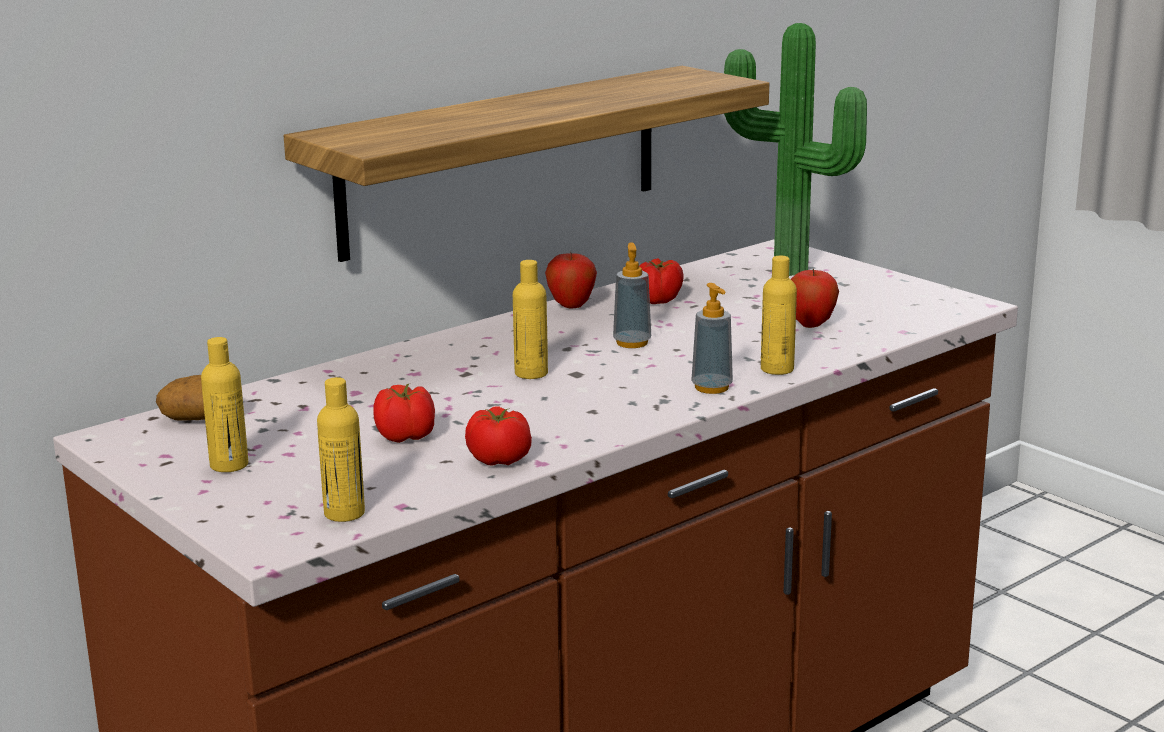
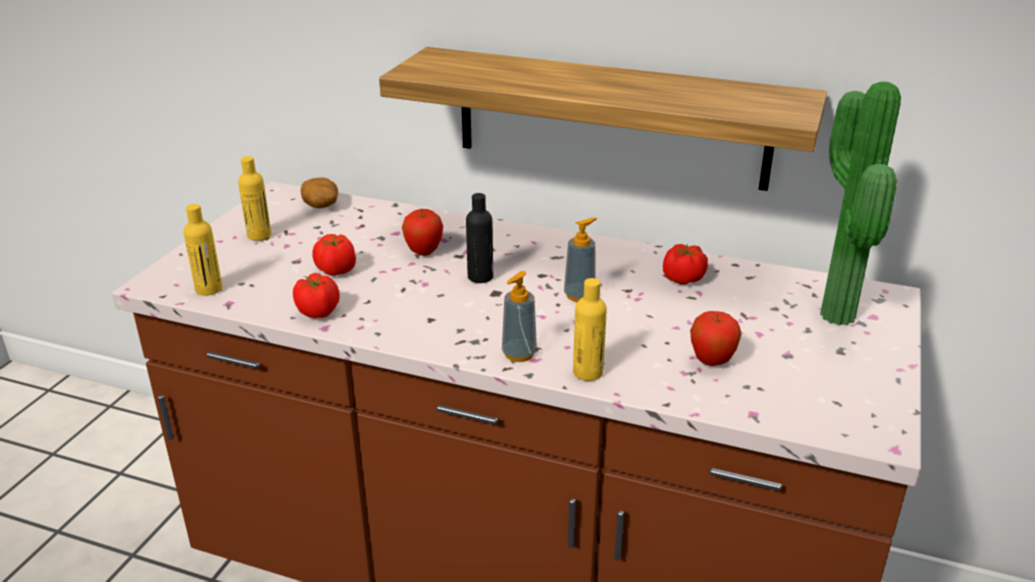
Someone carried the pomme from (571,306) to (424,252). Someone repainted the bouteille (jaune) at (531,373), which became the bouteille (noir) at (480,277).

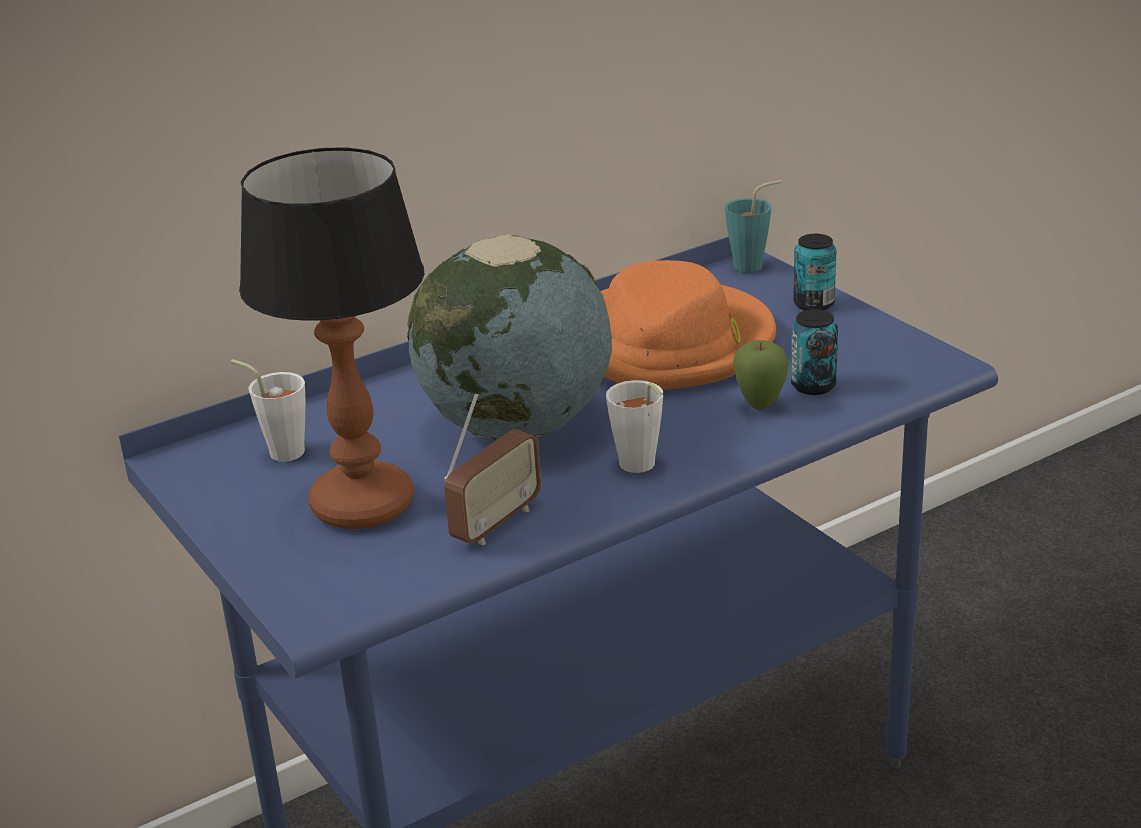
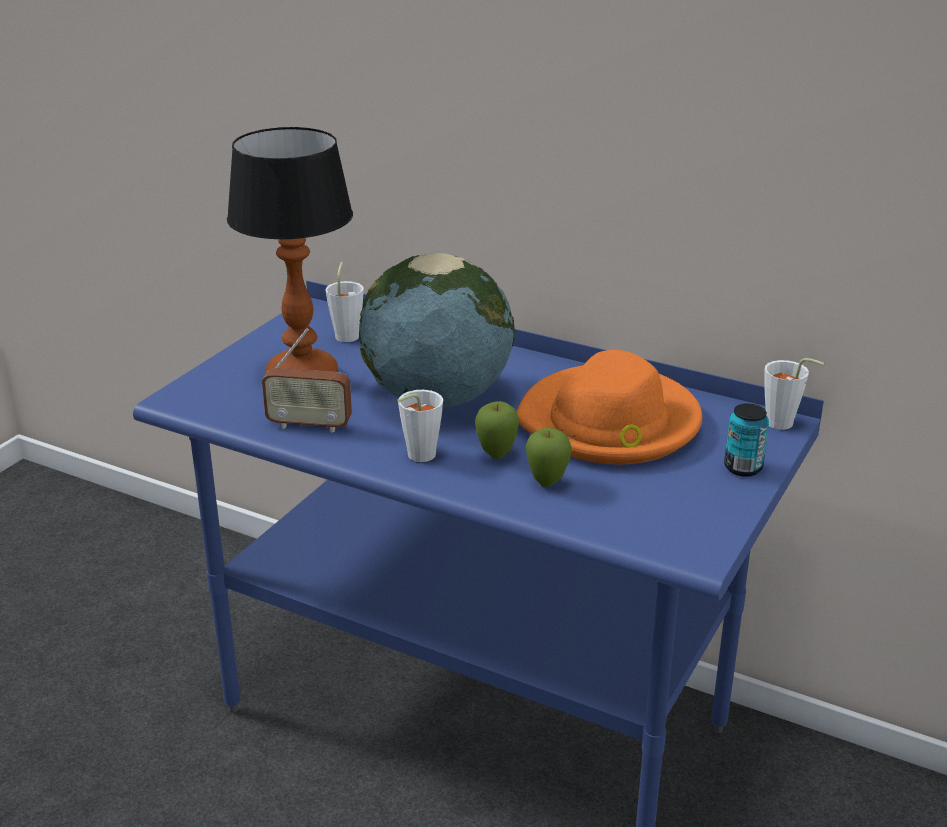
Someone repainted the tasse (turquoise) at (754,265), which became the tasse (blanc) at (785,425). Someone took away the boîte métallique at (813,386). Someone put down the pomme at (496,455).

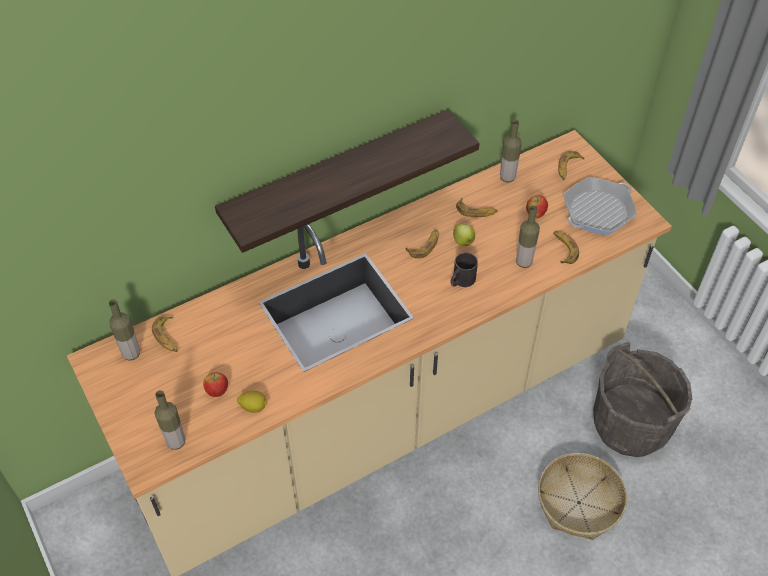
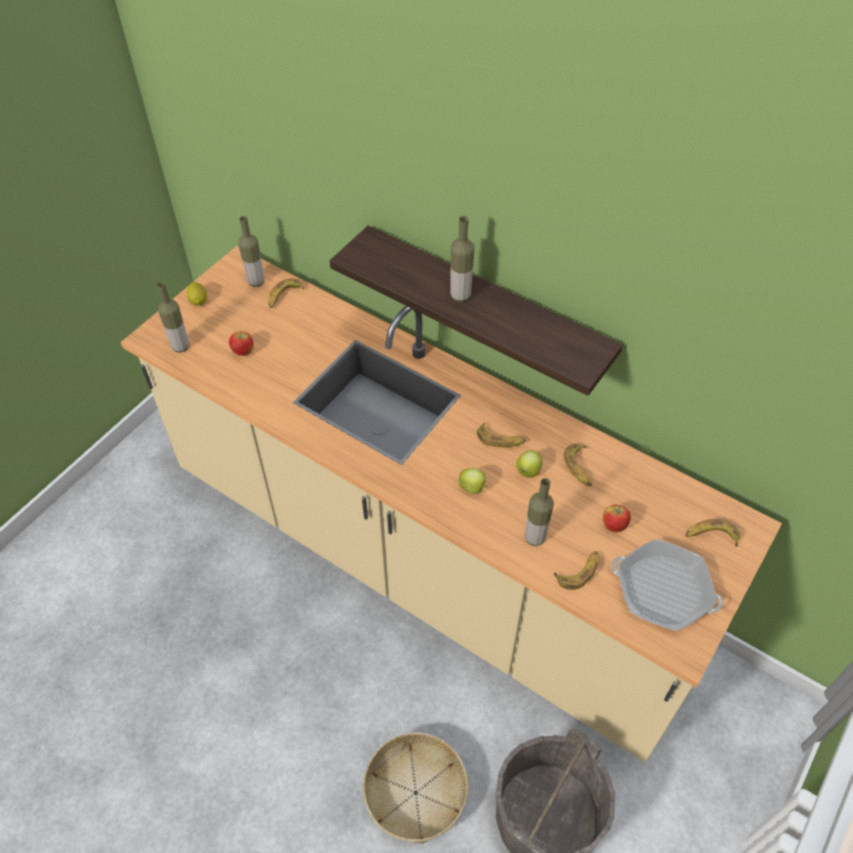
Someone carried the bouteille from (507,177) to (460,296). Someone swapped the mug (noir) at (461,281) for the pomme at (473,488). Someone carried the citron from (253,406) to (199,301).

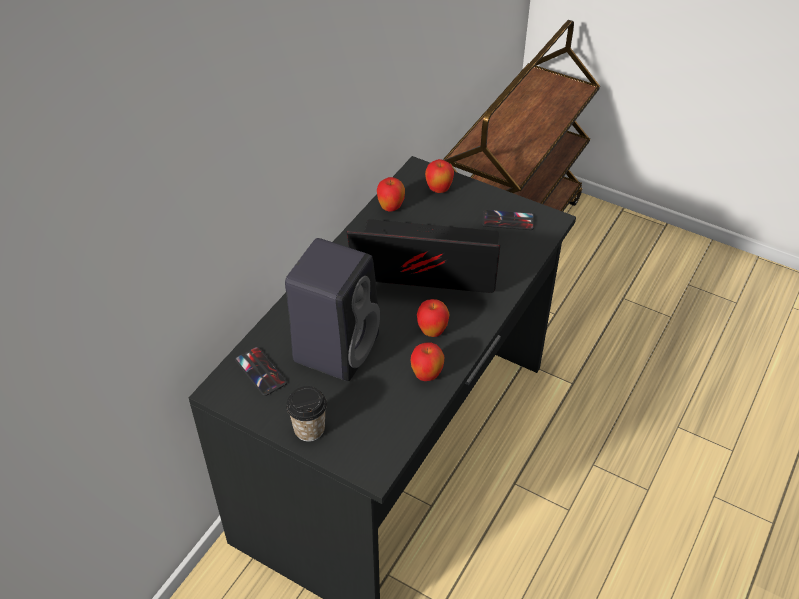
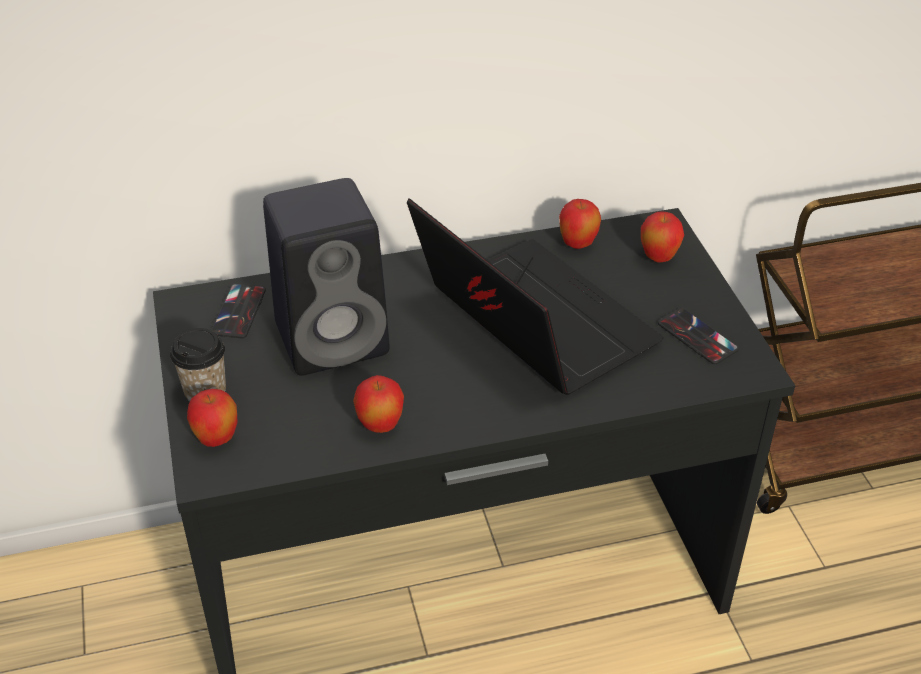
Someone carried the pomme from (432,331) to (217,439).

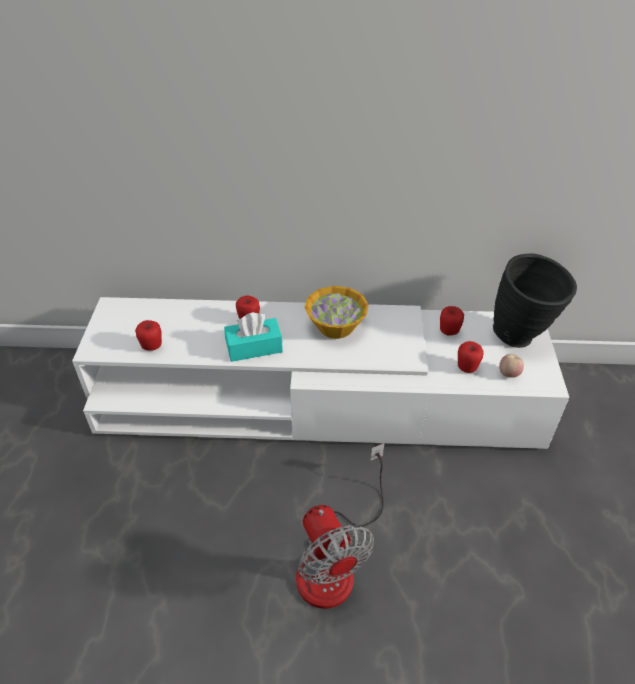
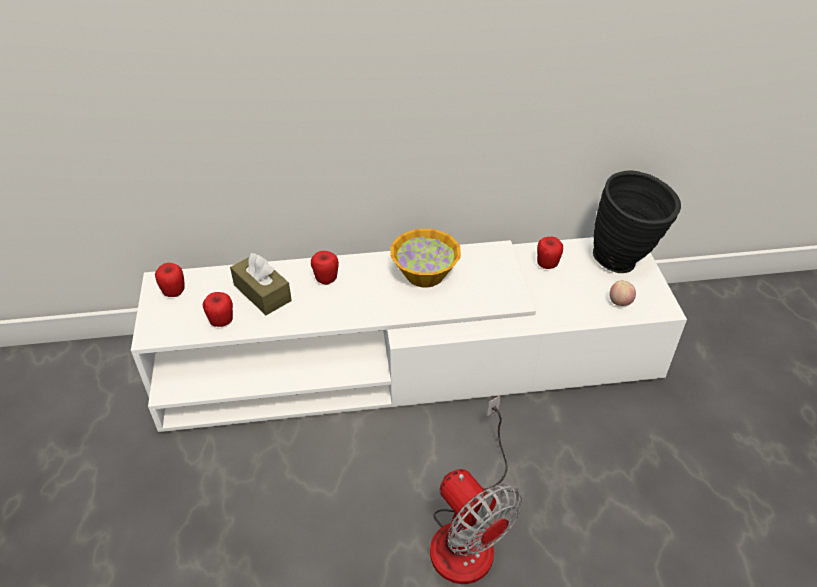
Someone took away the boîte à mouchoirs (turquoise) at (254,347). Someone carried the pomme from (466,368) to (174,292). Someone put down the boîte à mouchoirs (marron) at (262,293).

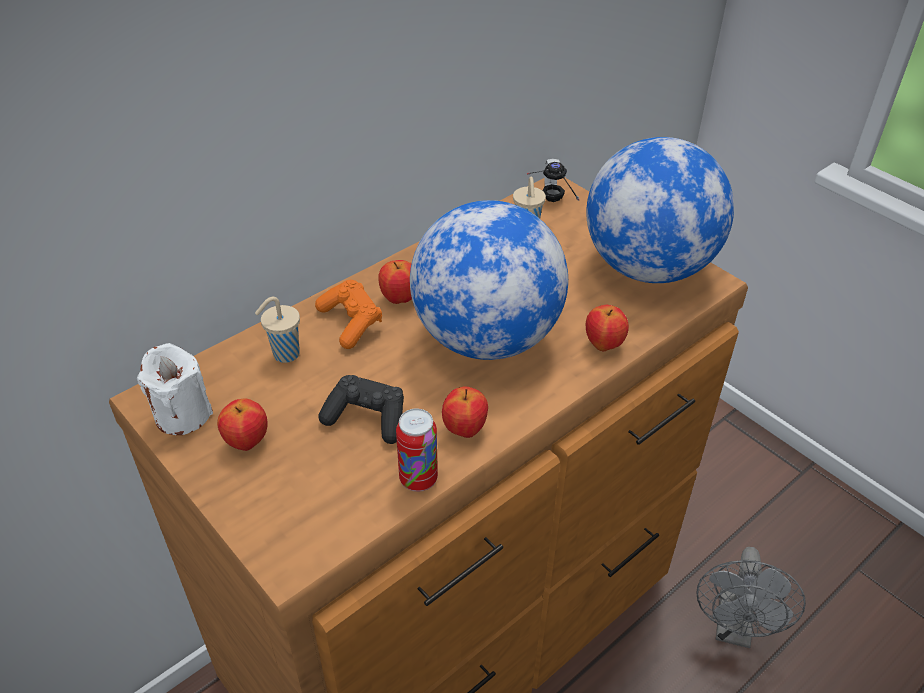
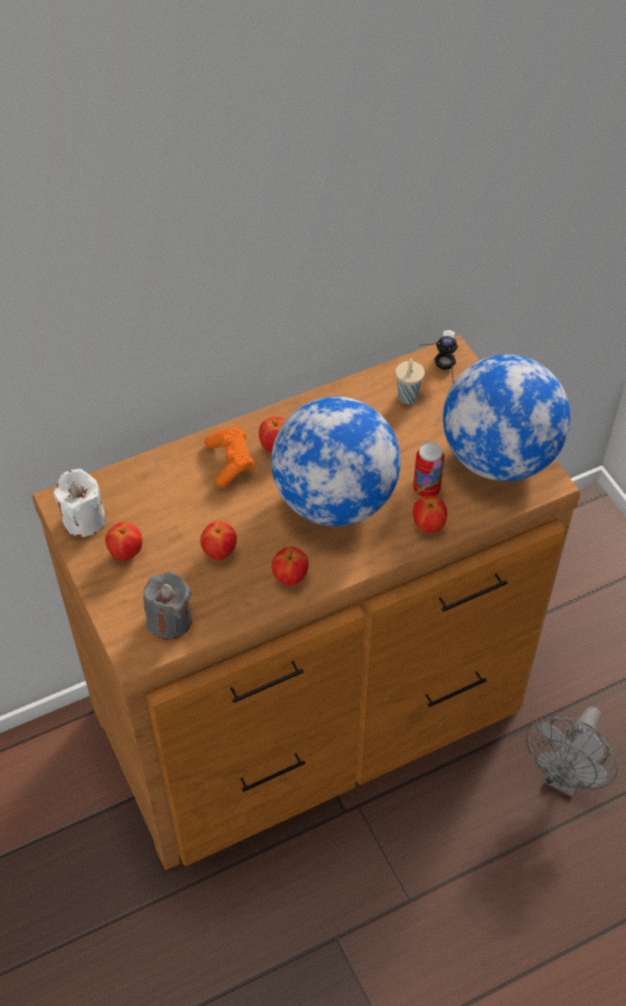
Someone took away the tasse (beige) at (284,355). Someone swapped the manette (noir) at (367,418) for the pomme at (219,552). Someone carried the boîte métallique from (418,479) to (426,489). Someone put down the bougie (gris) at (169,620).

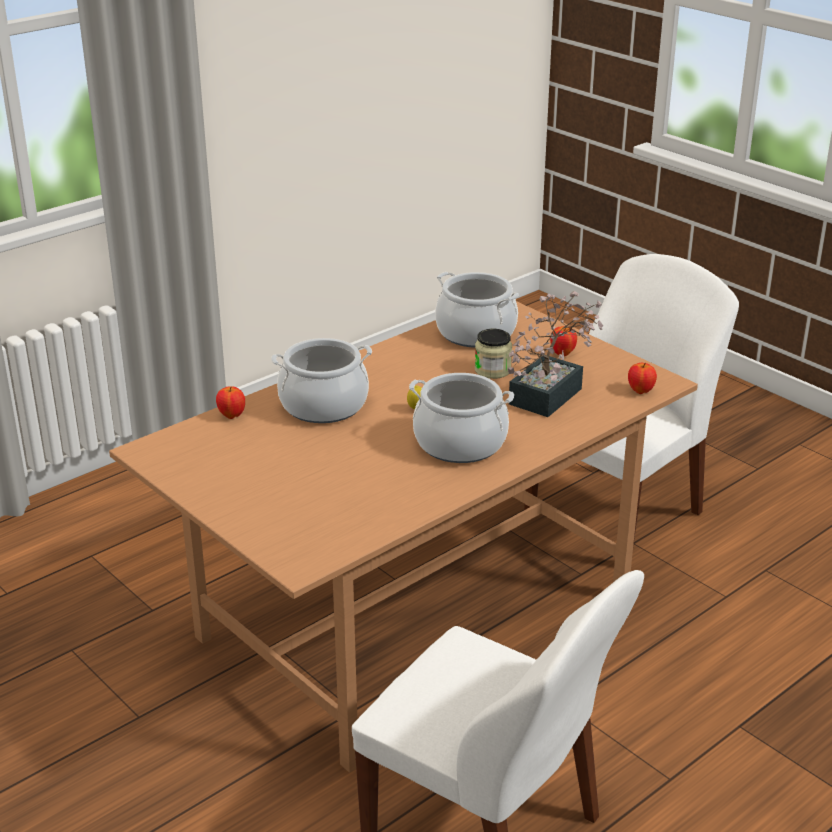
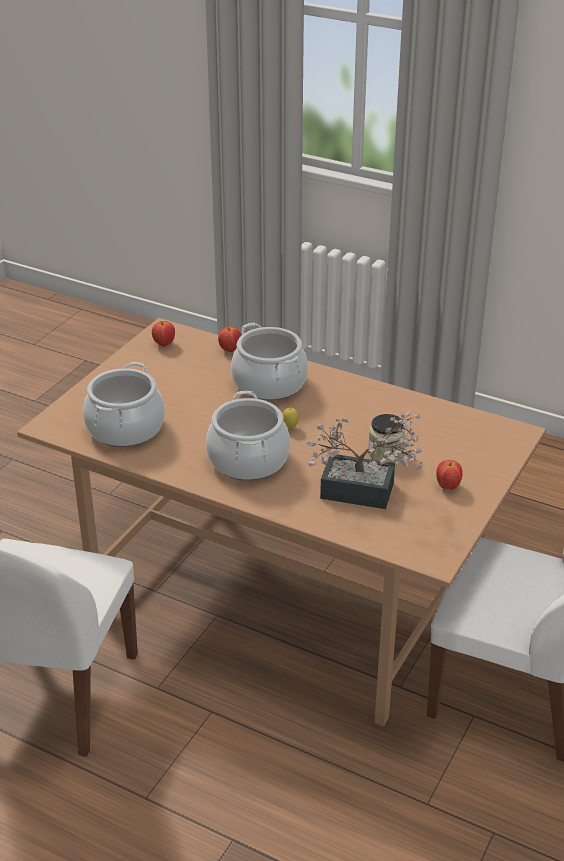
Someone carried the marmite from (476,333) to (125,428). Someone carried the pomme from (640,391) to (164,344).

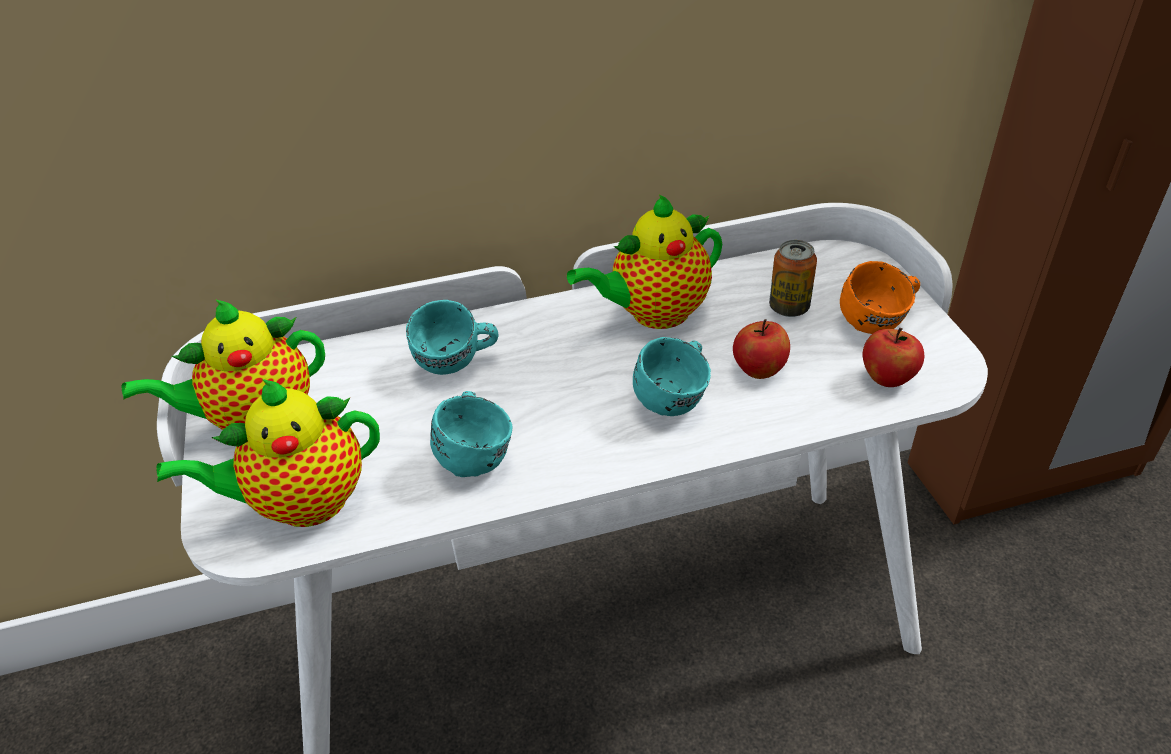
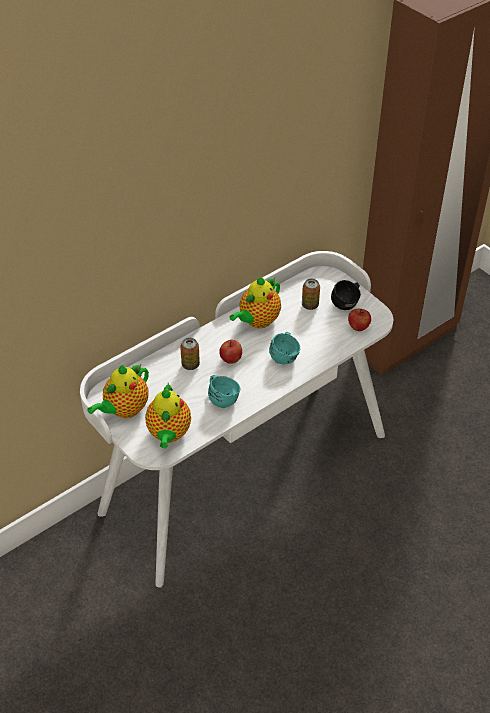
Someone repainted the mug (orange) at (880,323), which became the mug (noir) at (347,304). Someone swapped the mug (turquoise) at (457,365) for the boîte métallique at (190,365). Someone carried the pomme from (758,370) to (230,359). Someone rotated the théière at (302,503) by 45 degrees counterclockwise.

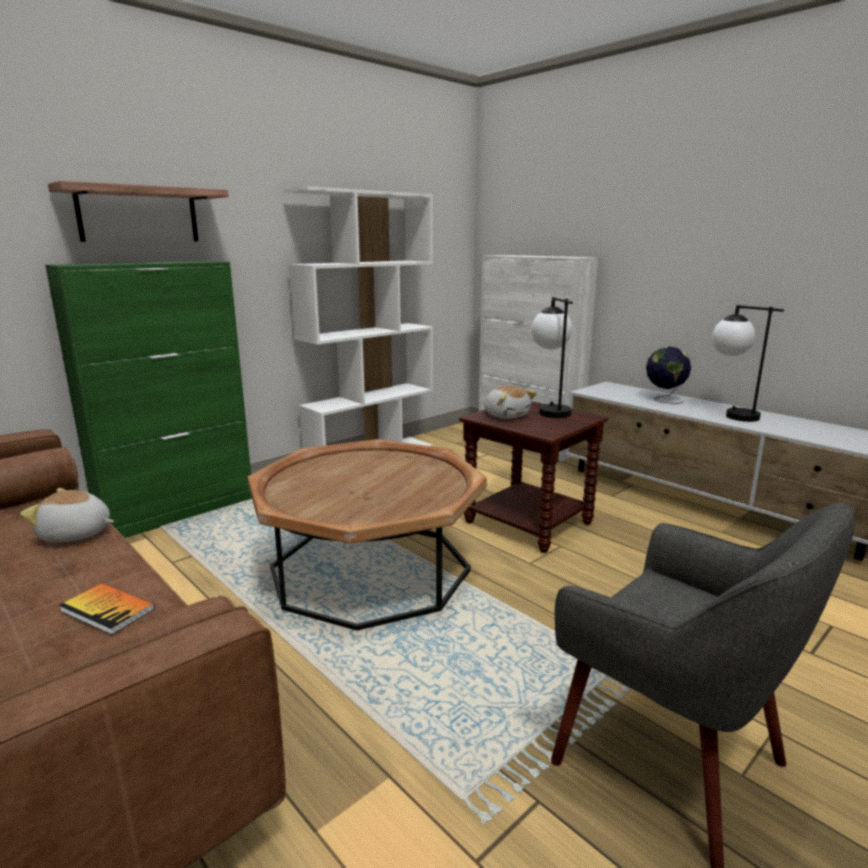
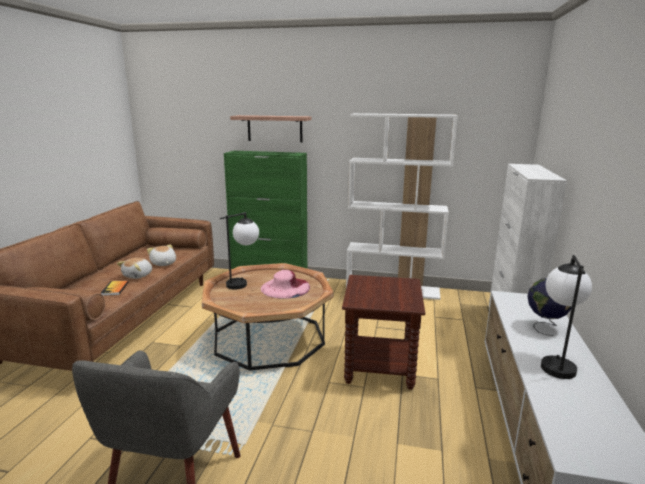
Someone carried the lampe de table from (549,410) to (243,282). Someone carried the peluche from (506,415) to (138,275). Someone put down the chapeau (rose) at (285,287).

